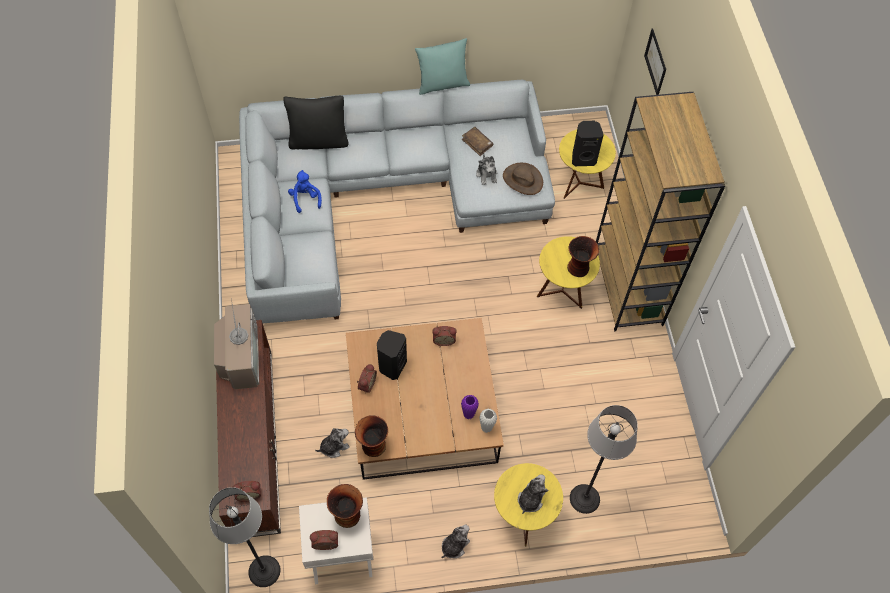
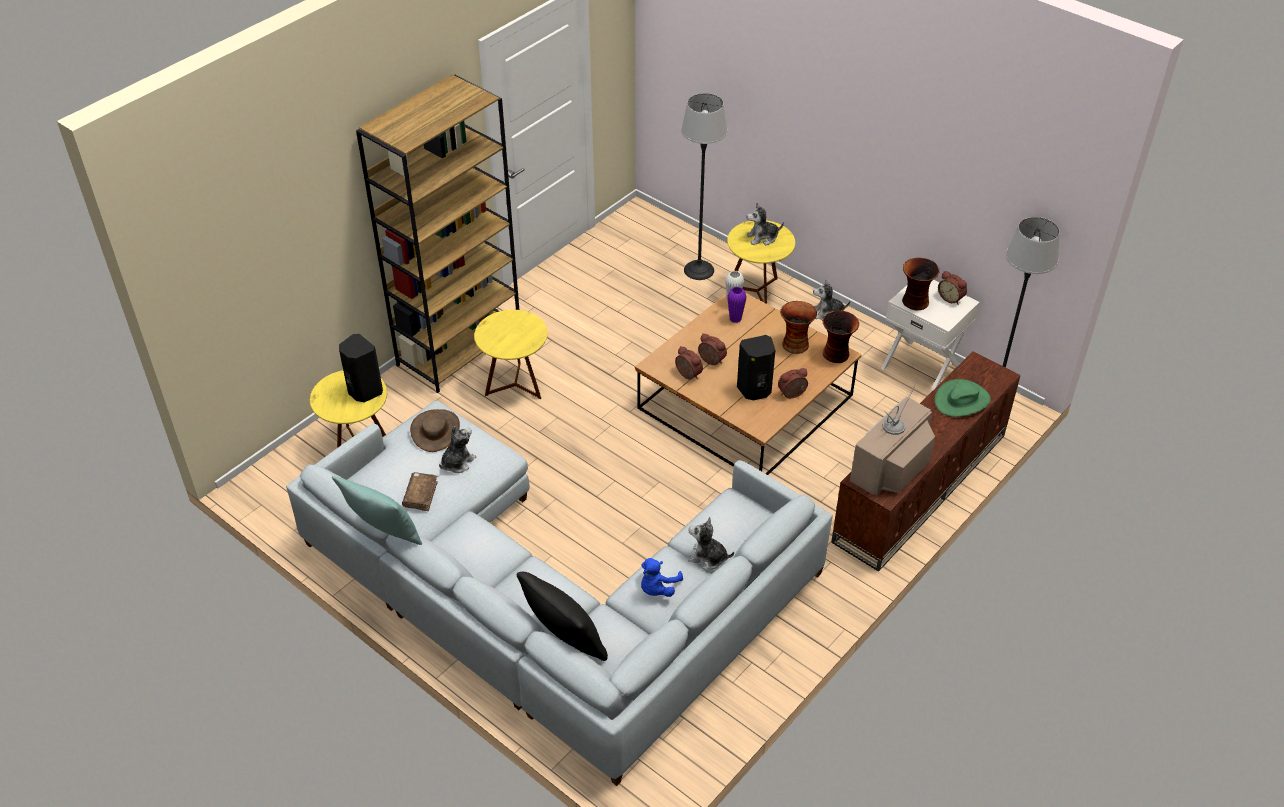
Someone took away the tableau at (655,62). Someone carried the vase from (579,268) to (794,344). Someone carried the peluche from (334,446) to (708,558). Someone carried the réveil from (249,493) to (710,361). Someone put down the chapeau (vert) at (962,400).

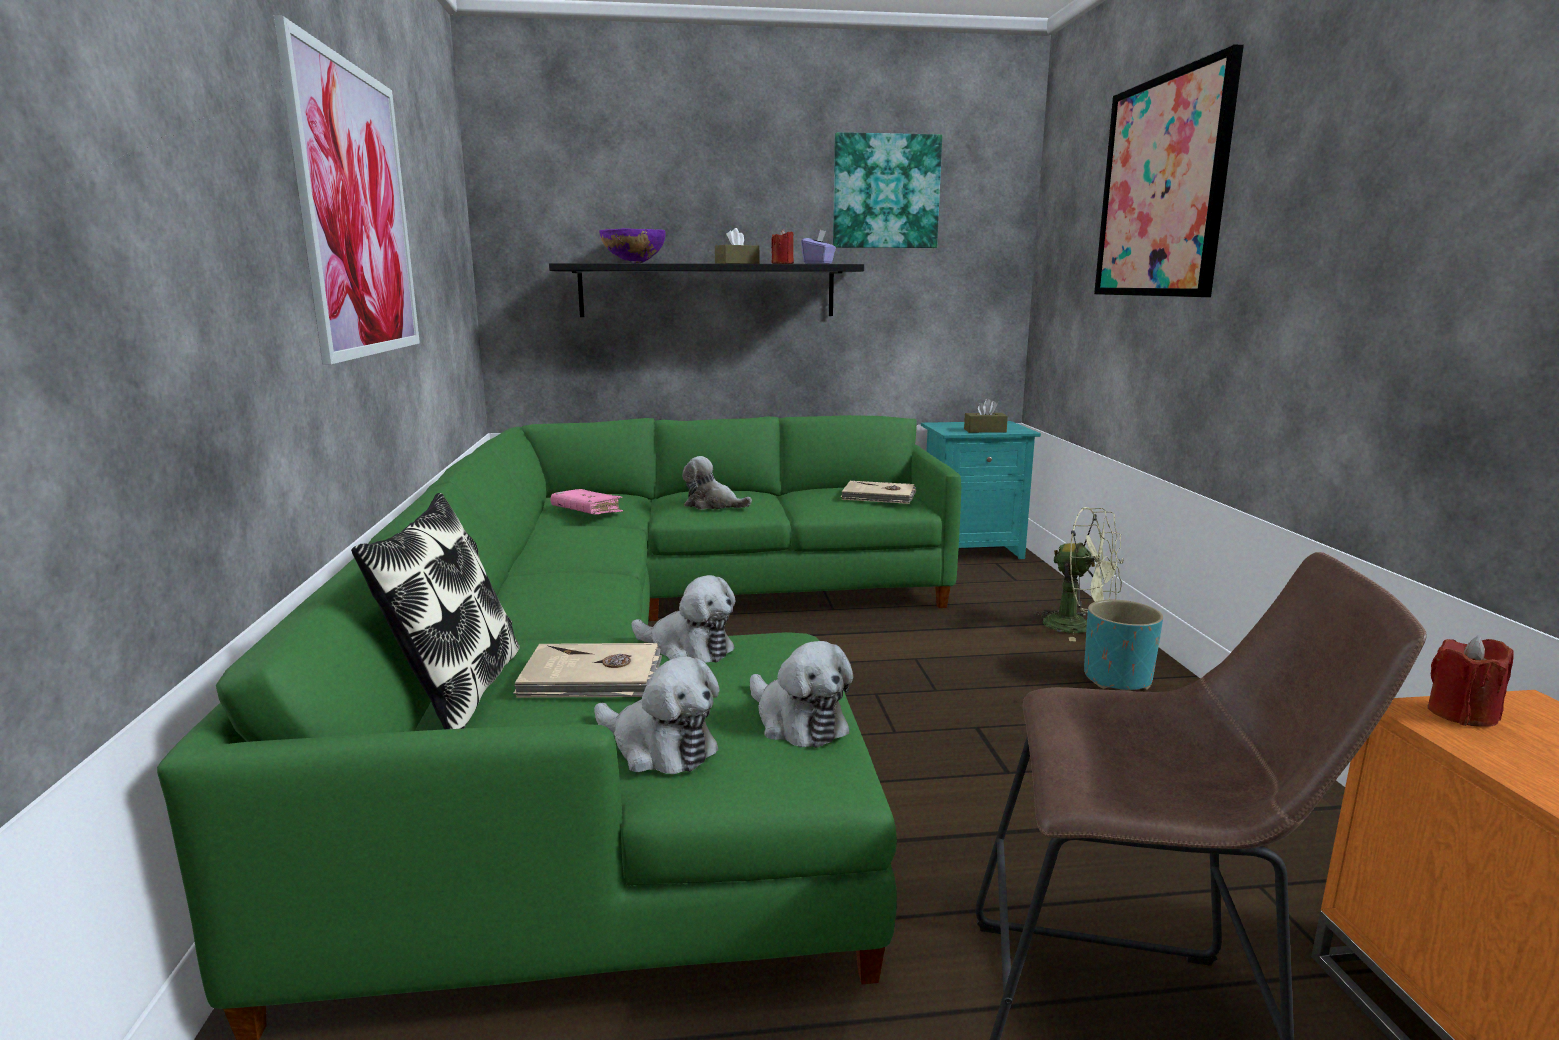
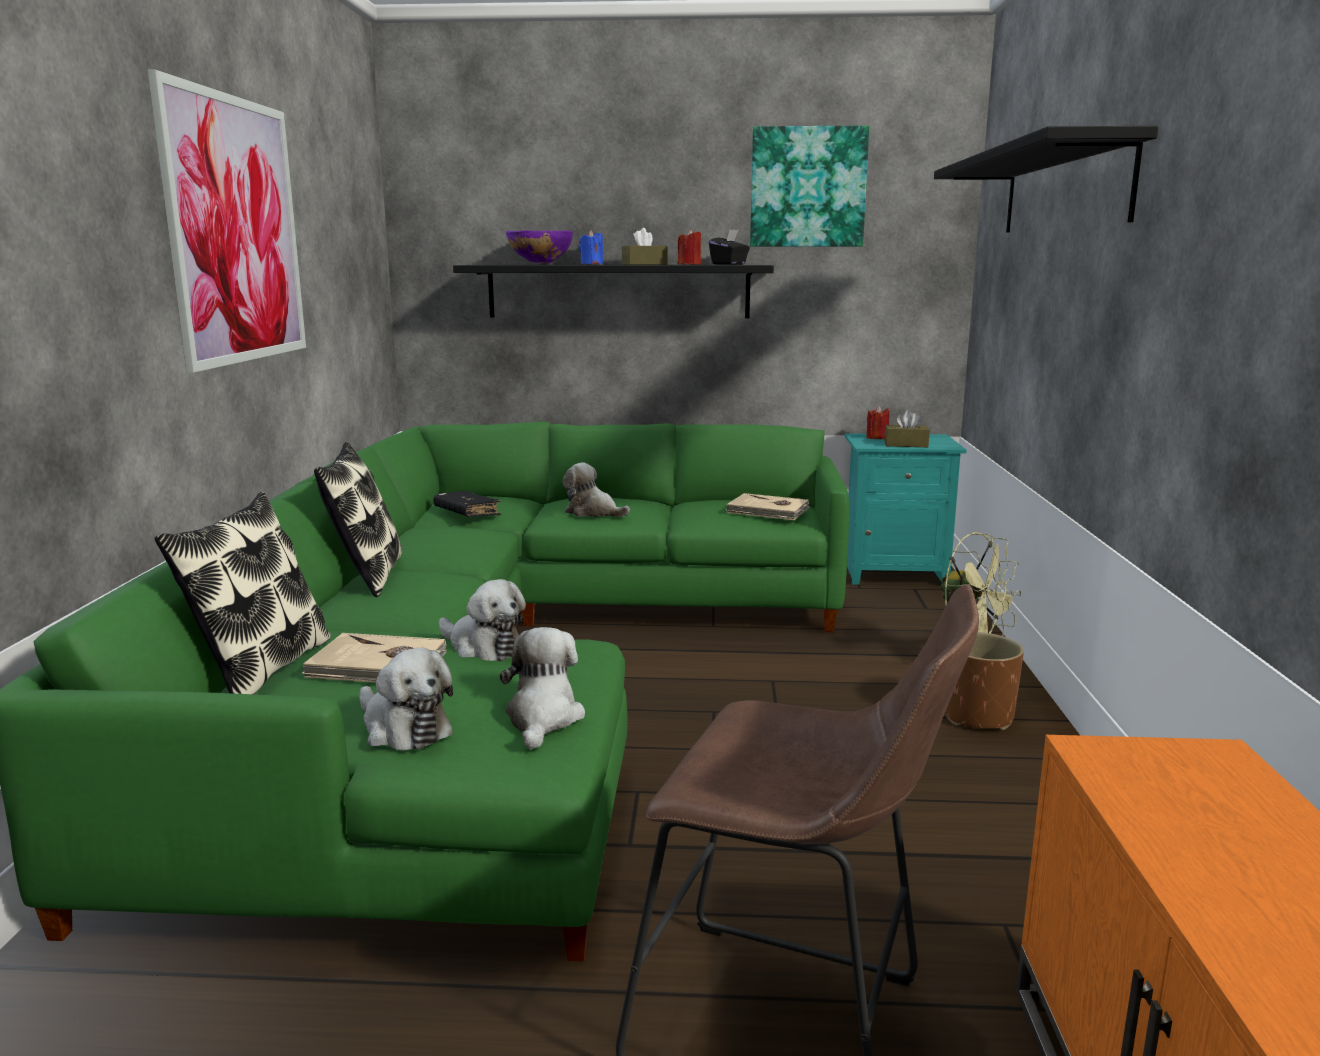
Someone swapped the tableau at (1162,188) for the étagère (noir) at (1063,190). Someone repainted the boîte à mouchoirs (violet) at (818,263), which became the boîte à mouchoirs (noir) at (729,264). Someone repainted the livre (rose) at (587,511), which became the livre (noir) at (467,513). Someone repainted the cache-pot (turquoise) at (1117,679), which became the cache-pot (marron) at (977,717). Someone carried the bougie (rouge) from (1461,714) to (877,438). Someone rotated the peluche at (797,722) by 150 degrees counterclockwise. Someone put down the bougie (bleu) at (591,264). Someone put down the coussin at (366,576).

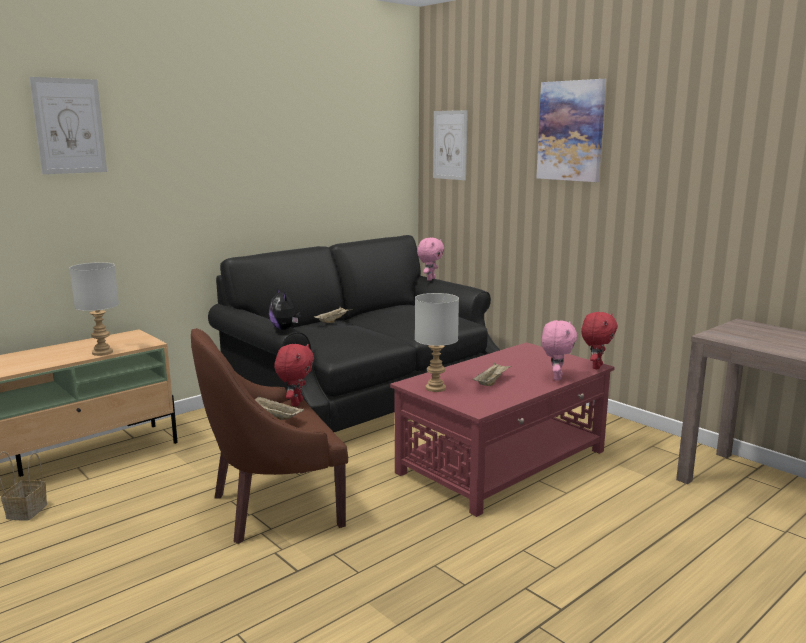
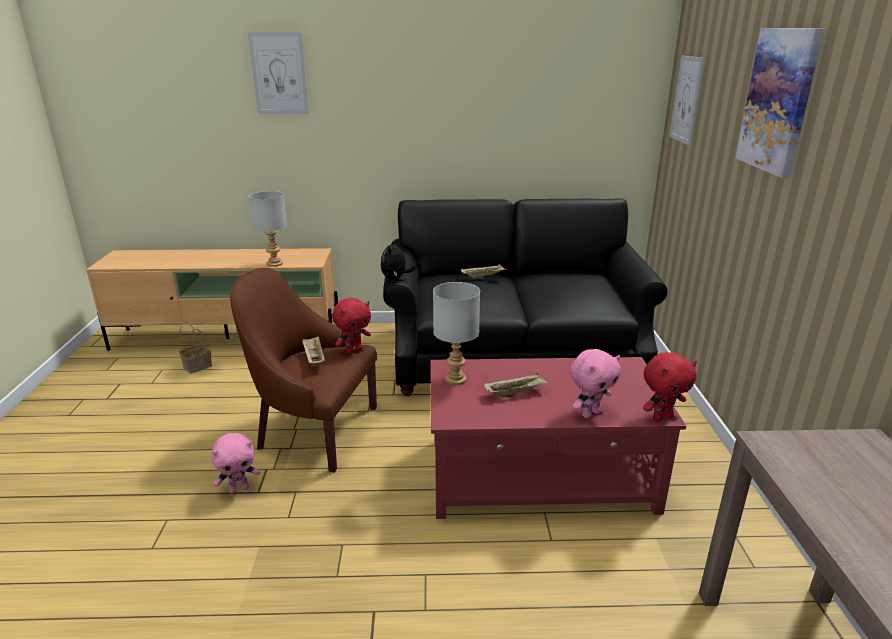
Someone carried the peluche (rose) from (430,279) to (239,489).

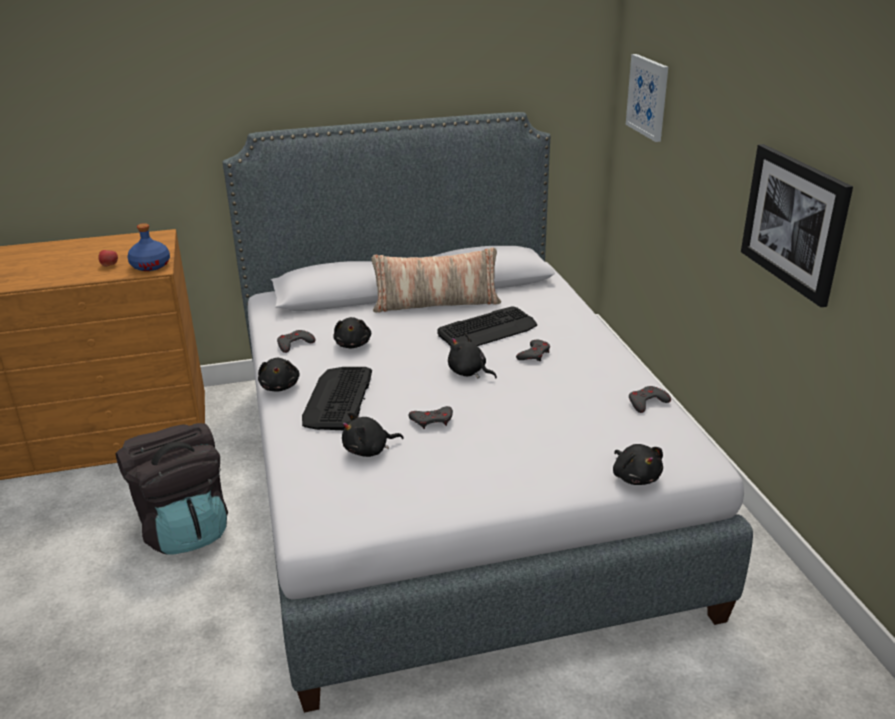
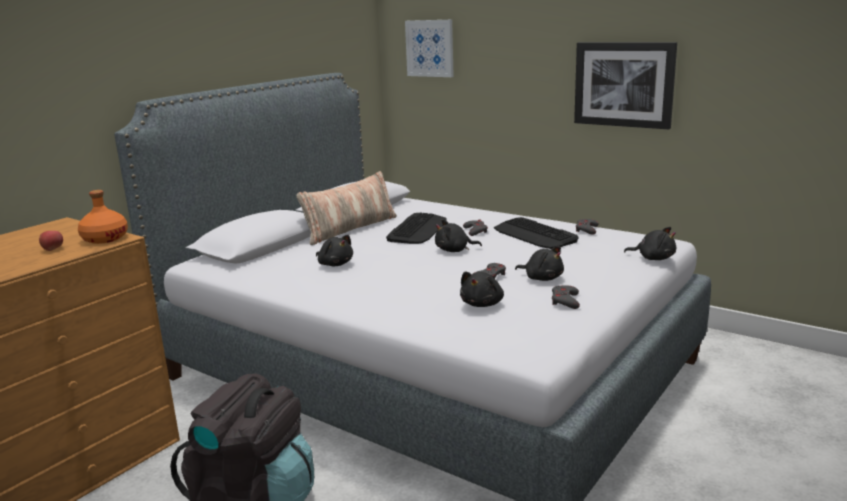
Someone repainted the bouteille (bleu) at (150,265), which became the bouteille (orange) at (104,238). Someone carried the manette (gris) from (294,344) to (565,301). Someone carried the peluche (noir) from (280,386) to (542,278). Someone carried the clavier from (338,399) to (534,235).

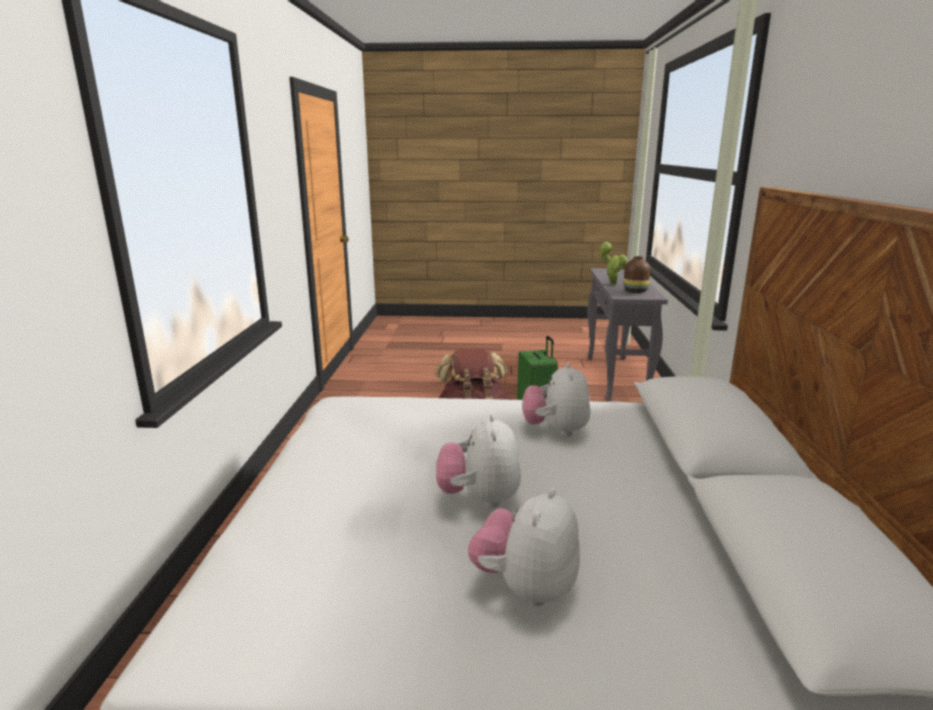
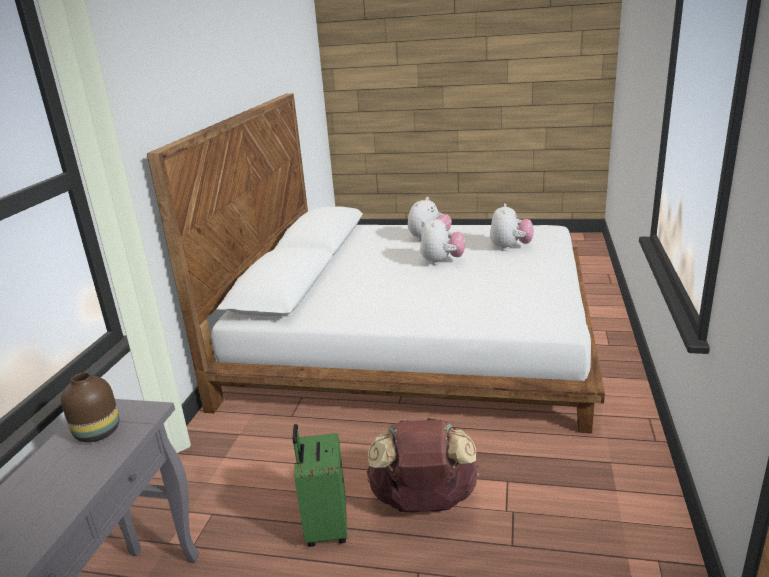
Someone took away the plante en pot at (611,284). Someone carried the peluche from (556,430) to (510,247).

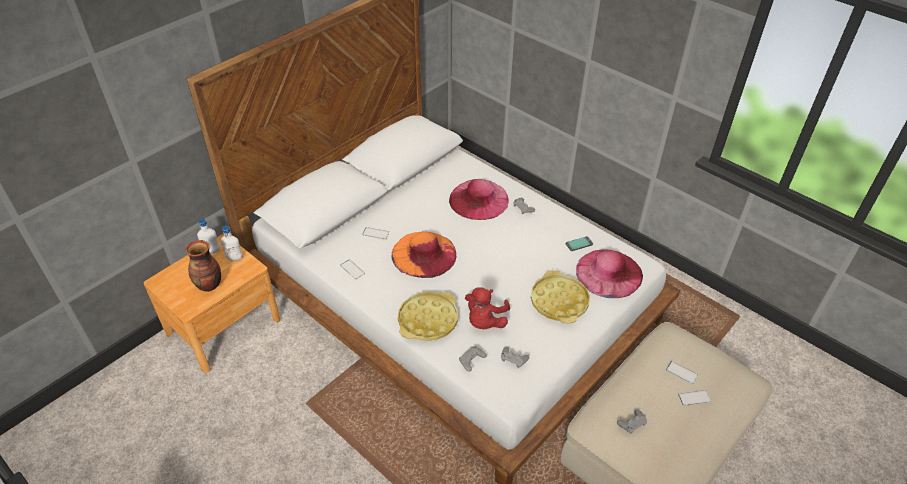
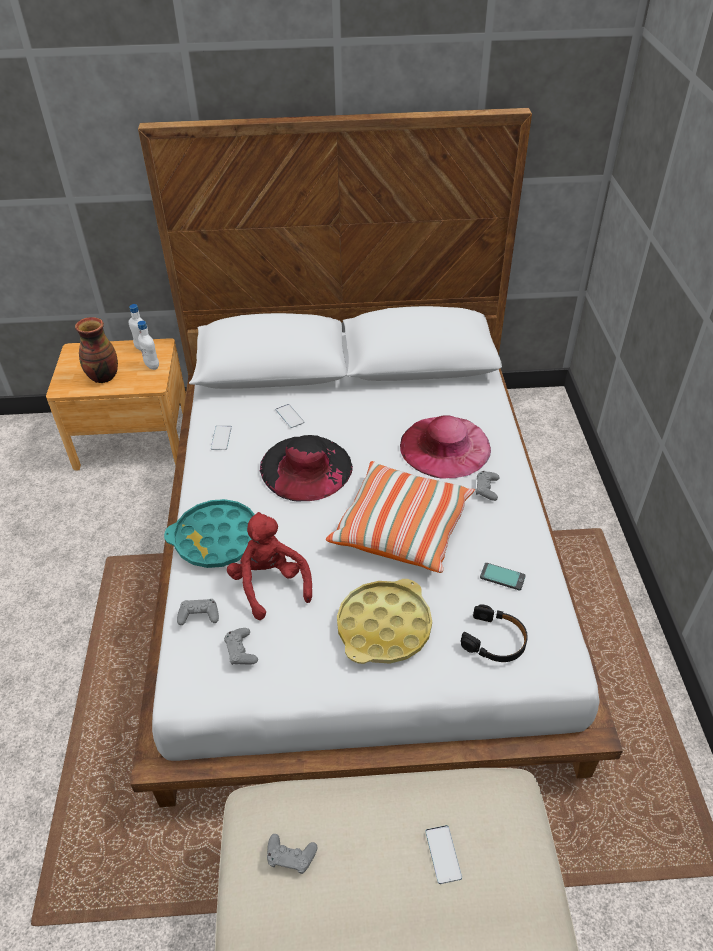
Someone repainted the chapeau (orange) at (424,254), which became the chapeau (noir) at (306,467). Someone swapped the chapeau (rose) at (609,273) for the casque audio (noir) at (495,640). Someone rotated the peluche (rouge) at (485,321) by 90 degrees clockwise. Someone repainted the plateau (jaune) at (428,320), which became the plateau (turquoise) at (217,539). Someone took away the téléphone at (694,398). Someone put down the coussin at (401,528).

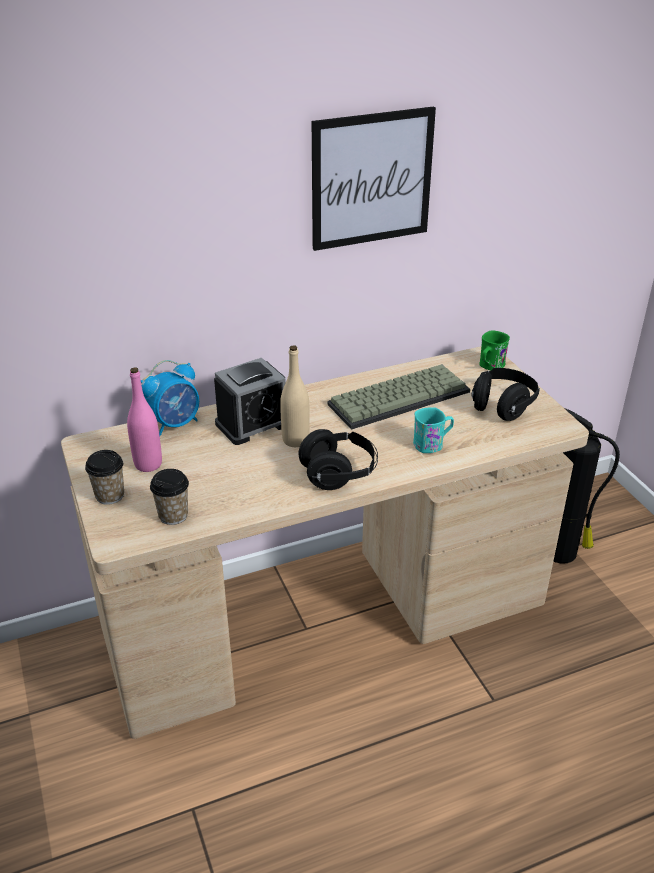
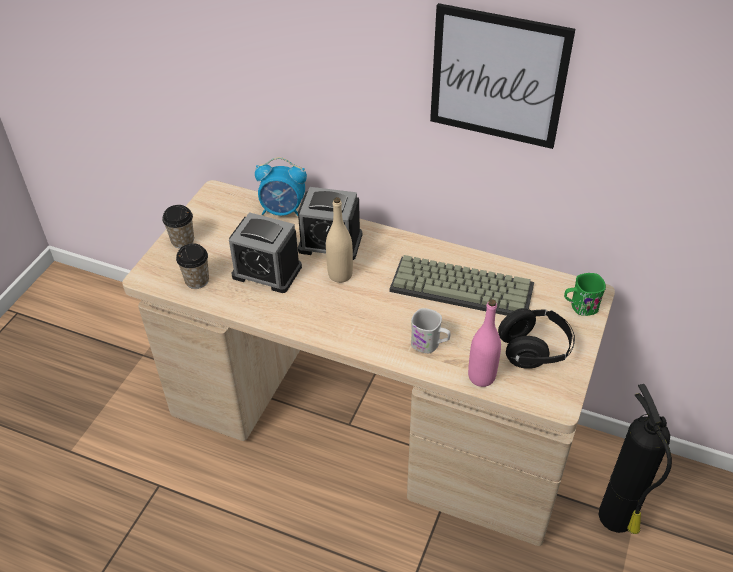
Someone carried the bouteille (rose) from (148,464) to (481,377). Someone repainted the mug (turquoise) at (432,444), which became the mug (blanc) at (430,344). Someone took away the casque audio (noir) at (339,474). Someone put down the réveil at (267,271).

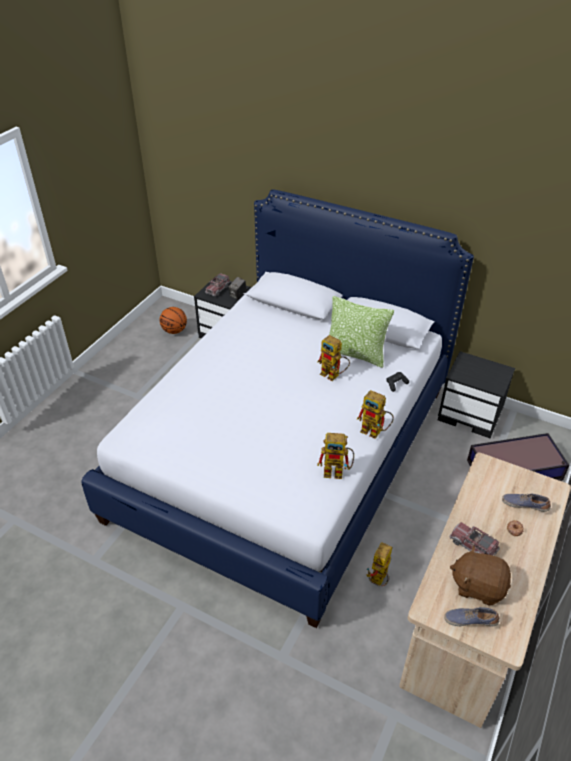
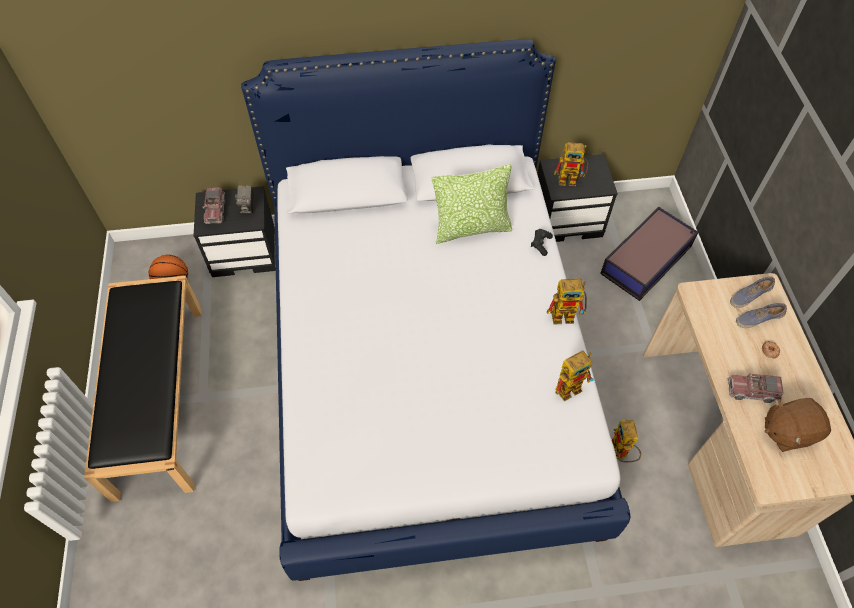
Someone carried the robot jouet from (333,375) to (571,180). Someone carried the chaussure from (470,620) to (749,295). Someone put down the banc (noir) at (159,397).

